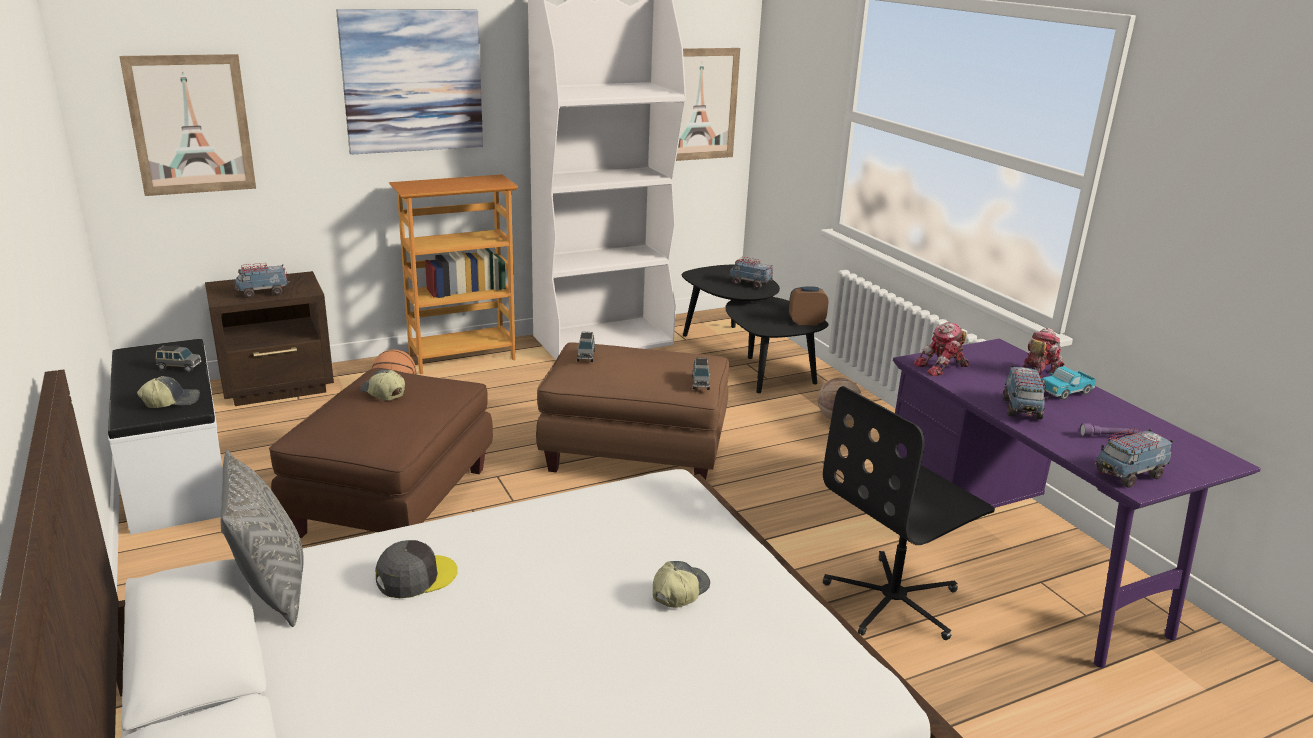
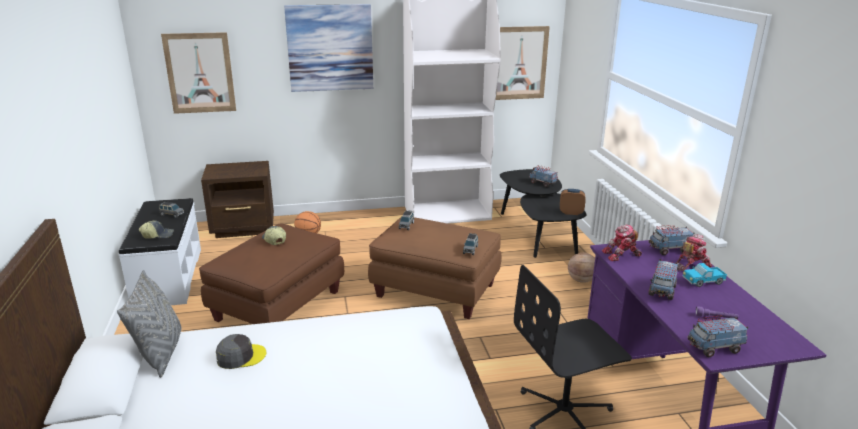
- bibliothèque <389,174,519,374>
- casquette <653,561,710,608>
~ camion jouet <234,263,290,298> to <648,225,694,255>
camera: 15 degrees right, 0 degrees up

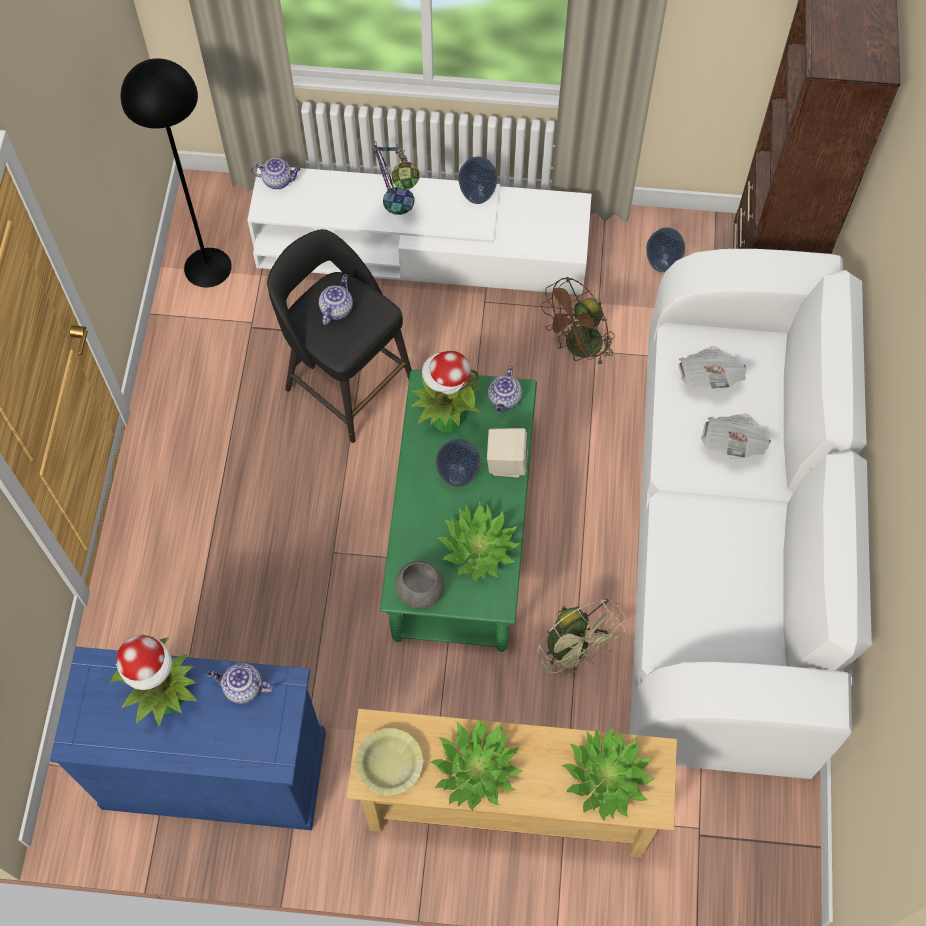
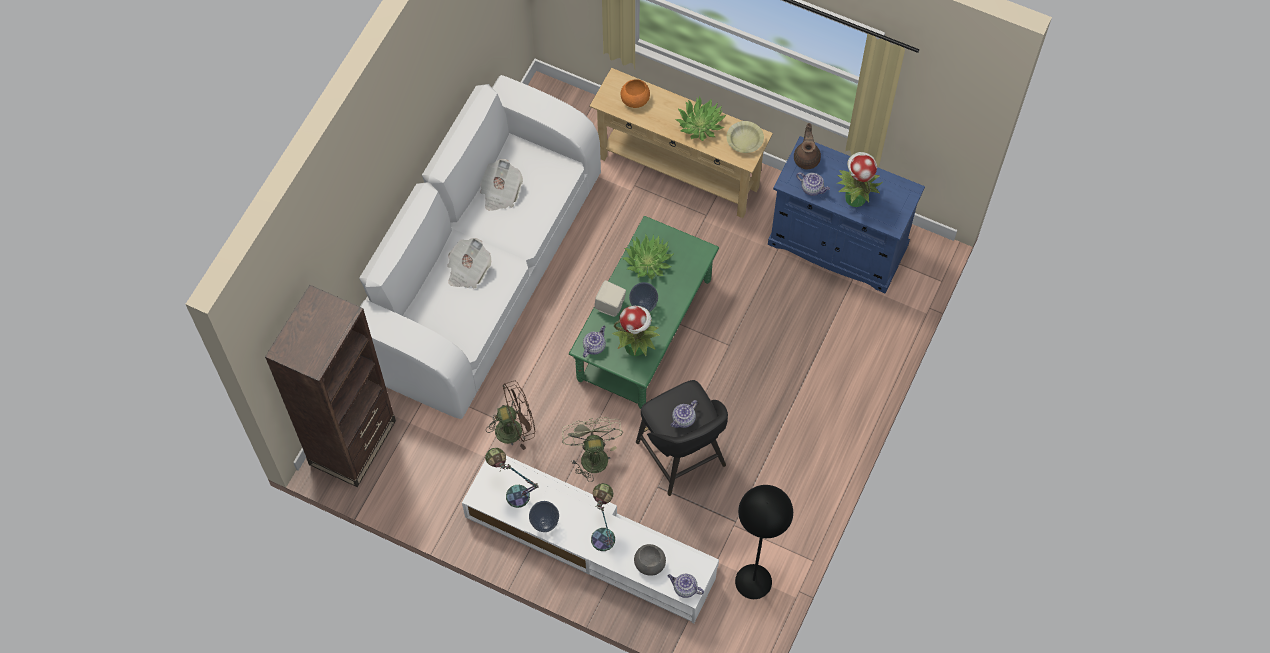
- vase <646,227,685,272>
+ lampe de table <485,448,540,508>
+ théière (marron) <794,123,821,169>
~ bol (gris) <395,561,444,609> to <634,544,666,576>
~ ventilateur (vert) <537,599,626,676> to <562,417,623,482>
~ journal <679,346,746,391> to <480,159,523,211>
~ plante en pot <561,725,655,821> to bol (orange) <621,79,650,108>
camera: 160 degrees left, 0 degrees up

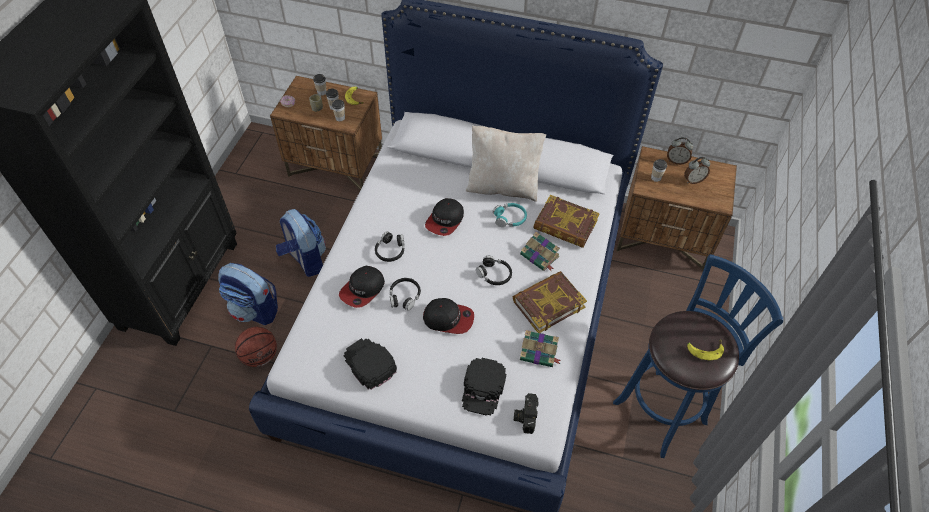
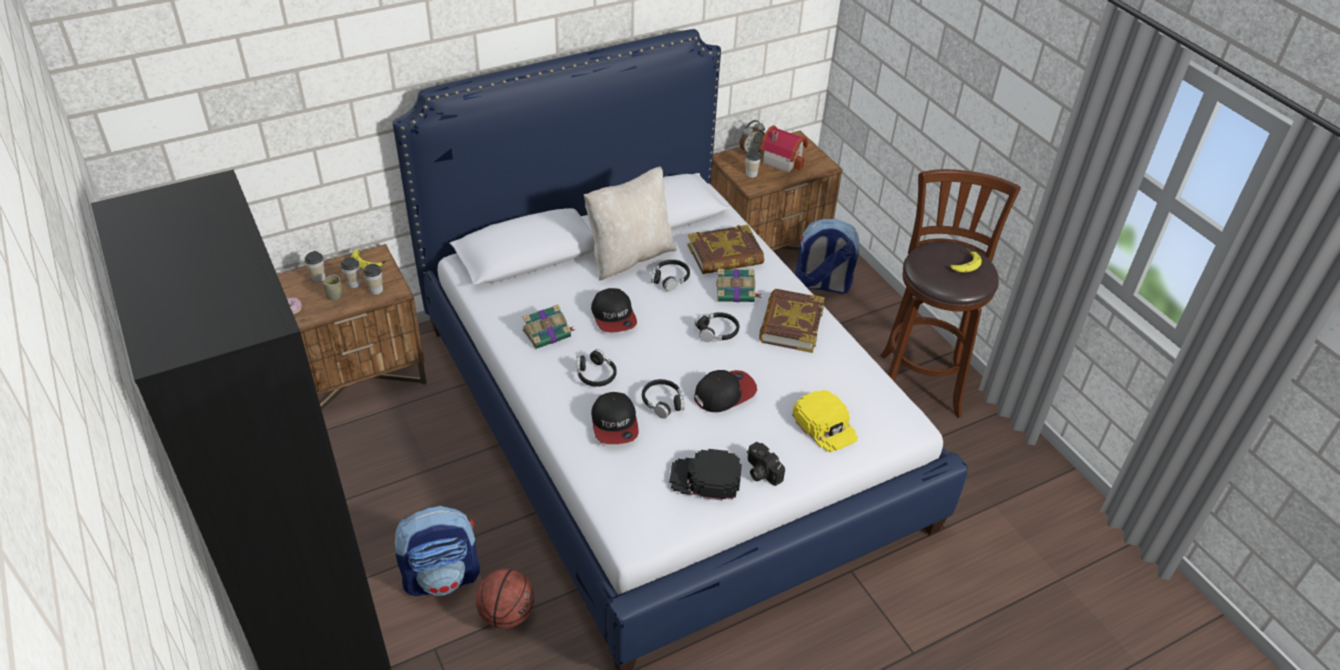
~ sac à dos <276,209,326,277> to <796,219,859,294>
~ appareil photo <514,393,539,434> to <747,442,785,486>
~ livre <520,330,561,367> to <522,304,575,349>
~ réveil <684,157,710,184> to maison miniature <760,125,808,173>
~ casquette (noir) <462,358,506,416> to casquette (jaune) <792,390,858,453>
~ casque audio (turquoise) <493,203,527,227> to casque audio (noir) <651,260,690,291>
~ tabouret (bleu) <613,254,783,458> to tabouret (marron) <880,169,1021,418>
camera: 45 degrees left, 10 degrees down

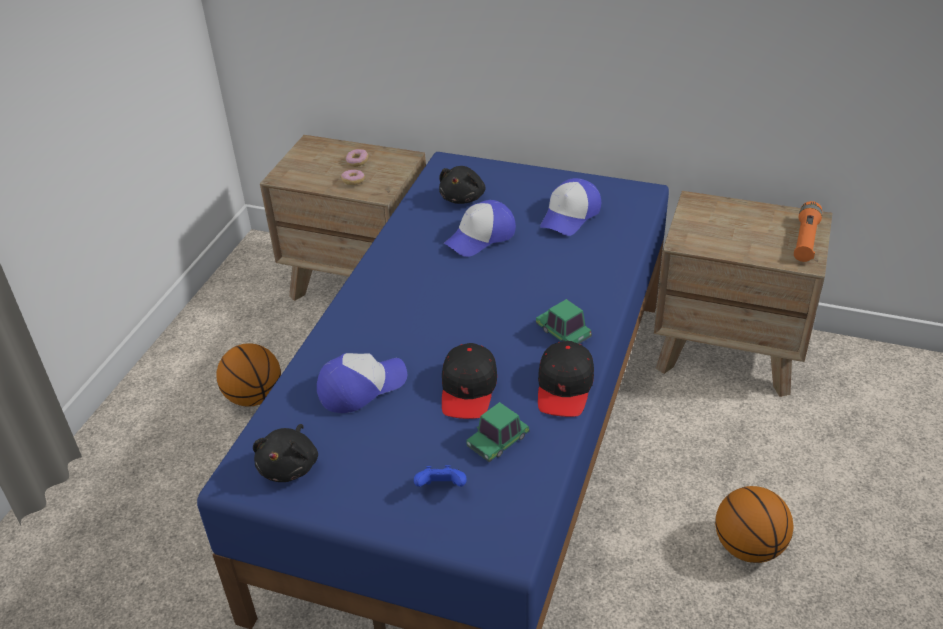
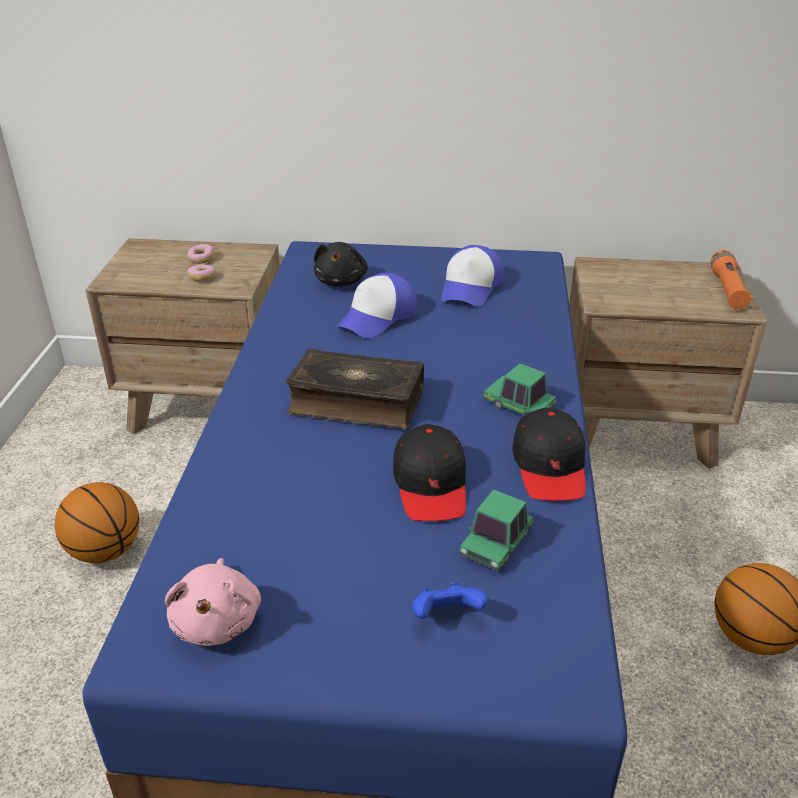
- casquette <317,353,407,413>
+ livre <286,348,424,429>
~ peluche (noir) <253,424,318,482> to peluche (rose) <165,558,261,646>
camera: 15 degrees left, 5 degrees down

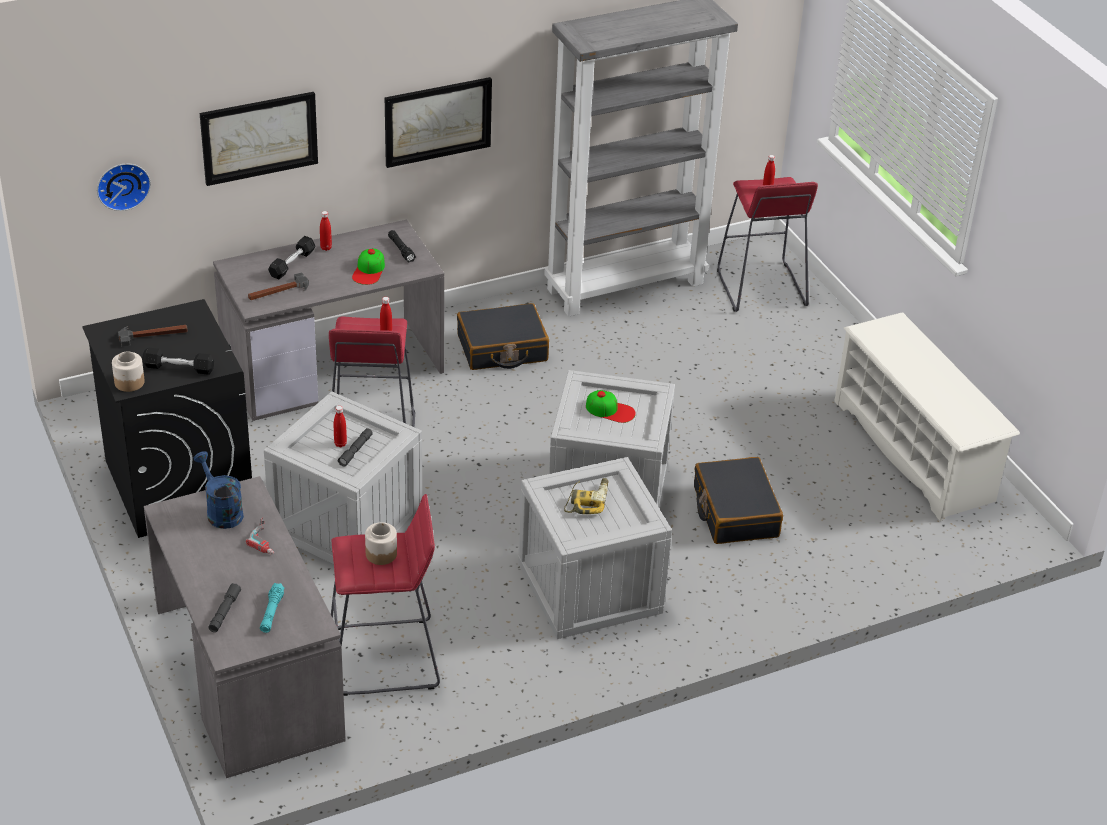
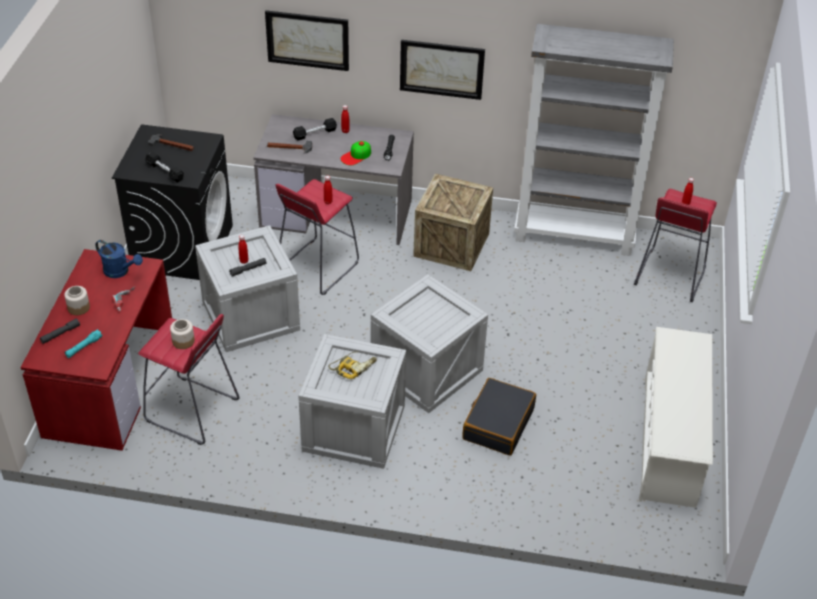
- horloge murale <97,163,151,211>
- casquette <586,390,636,423>
~ bocal <112,351,145,392> to <64,286,90,315>
~ valise (noir) <457,303,549,370> to caisse <413,174,493,271>
~ bureau (gris) <144,476,346,778> to bureau (rouge) <20,249,172,451>
~ arrosoir (bleu) <193,451,244,529> = <95,240,143,278> 120 degrees clockwise
camera: 35 degrees right, 5 degrees up

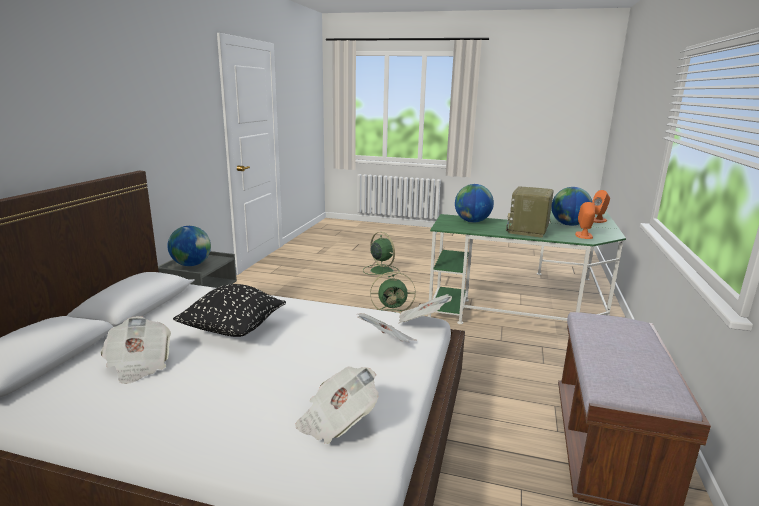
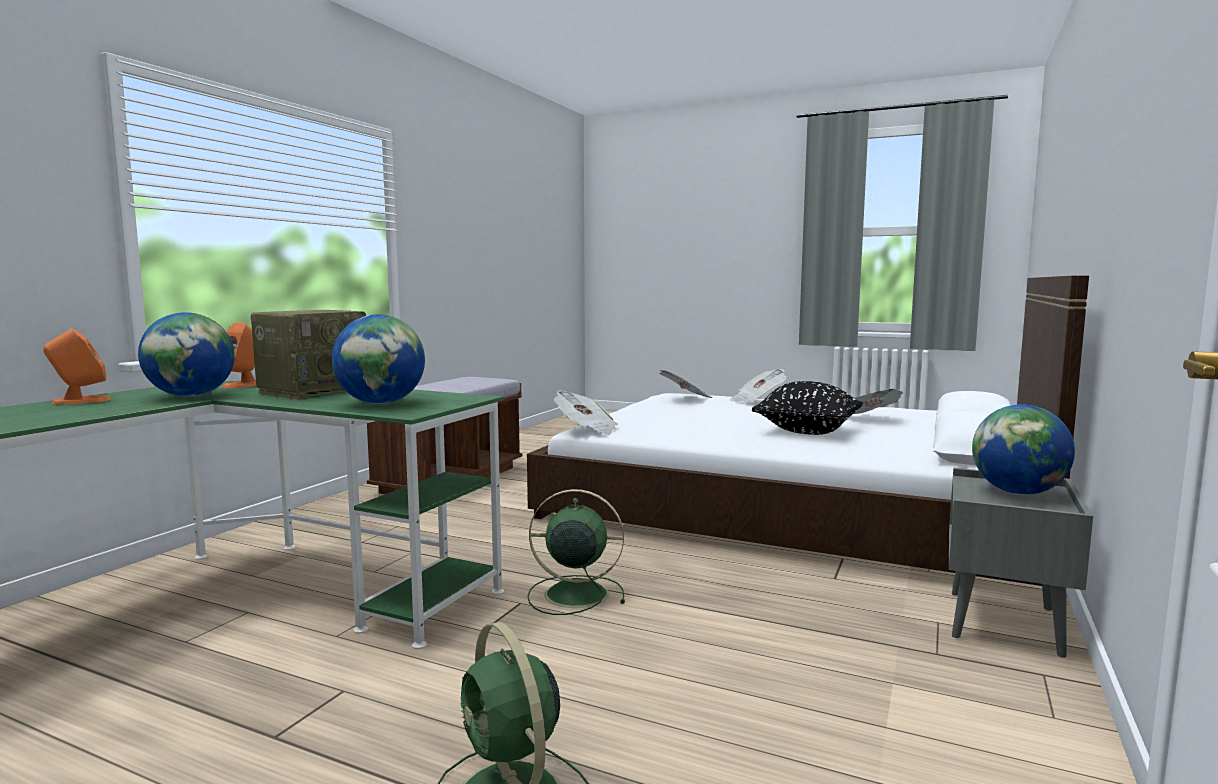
~ journal <357,313,417,342> to <730,369,787,402>
camera: 170 degrees left, 10 degrees down

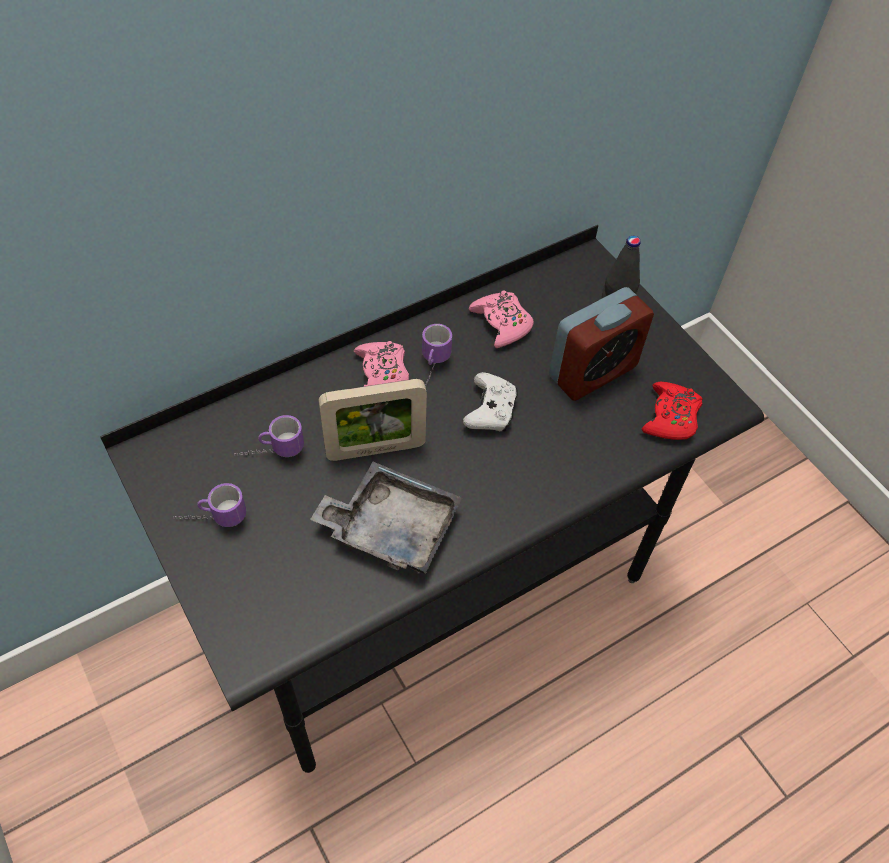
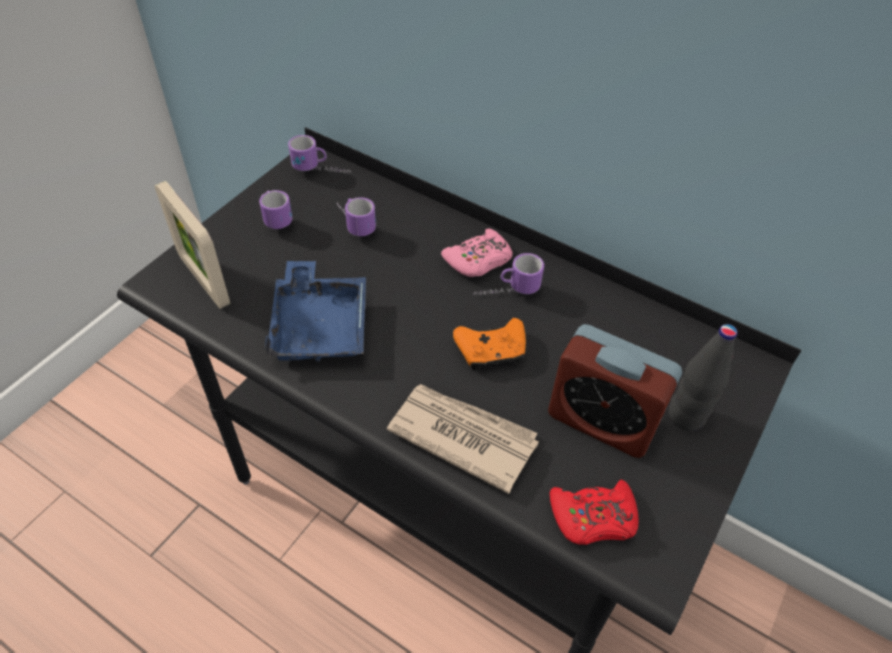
- manette (rose) <469,291,534,348>
+ mug <288,135,351,174>
+ journal <387,384,539,494>
~ cadre photo <319,379,427,461> to <155,181,230,309>
~ plateau (gris) <310,462,462,574> to plateau (bleu) <264,261,366,362>
~ manette (blanc) <463,372,518,431> to manette (orange) <453,318,526,371>
camera: 65 degrees right, 5 degrees down

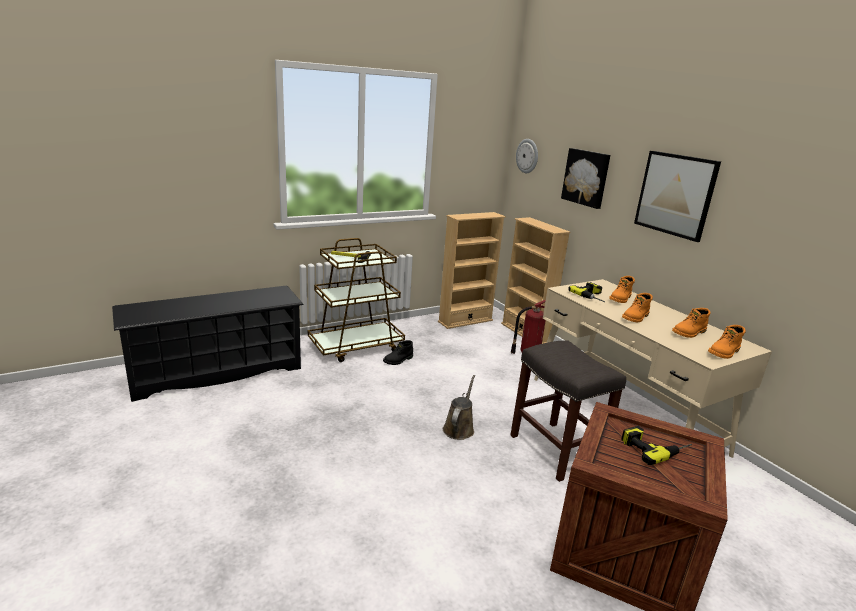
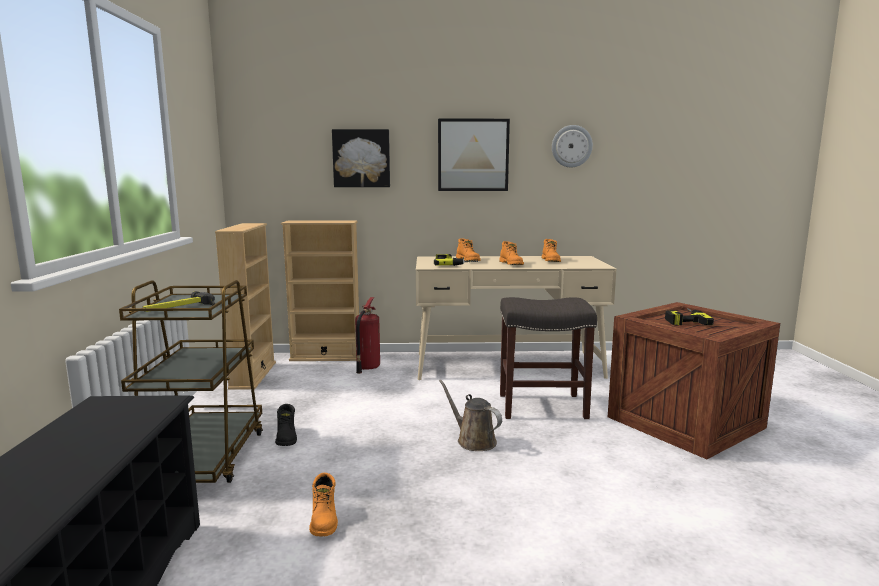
~ horloge murale <516,139,538,173> to <552,125,593,167>
~ botte (orange) <708,325,746,359> to <309,473,338,537>
camera: 60 degrees left, 10 degrees down

